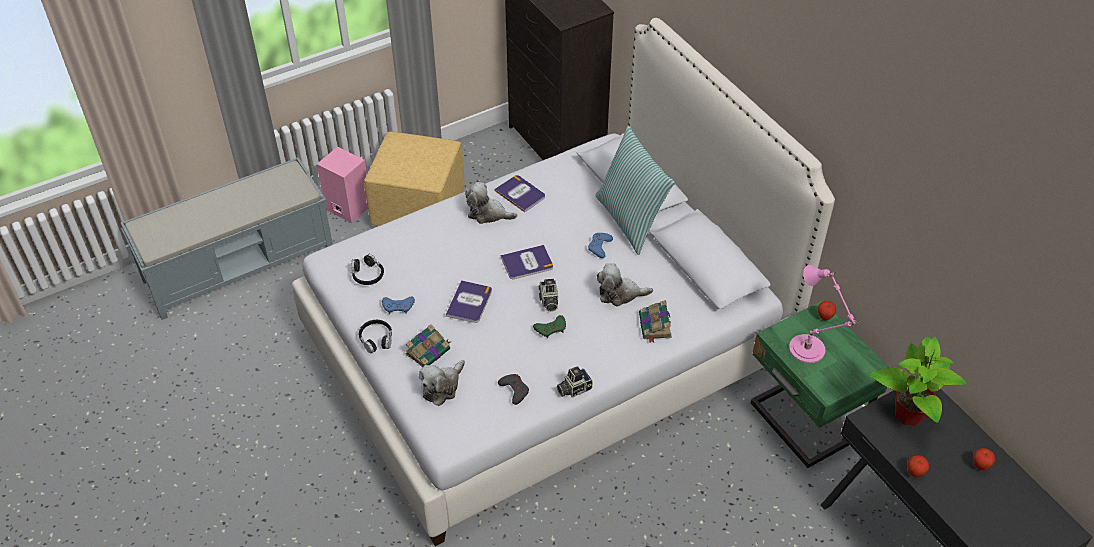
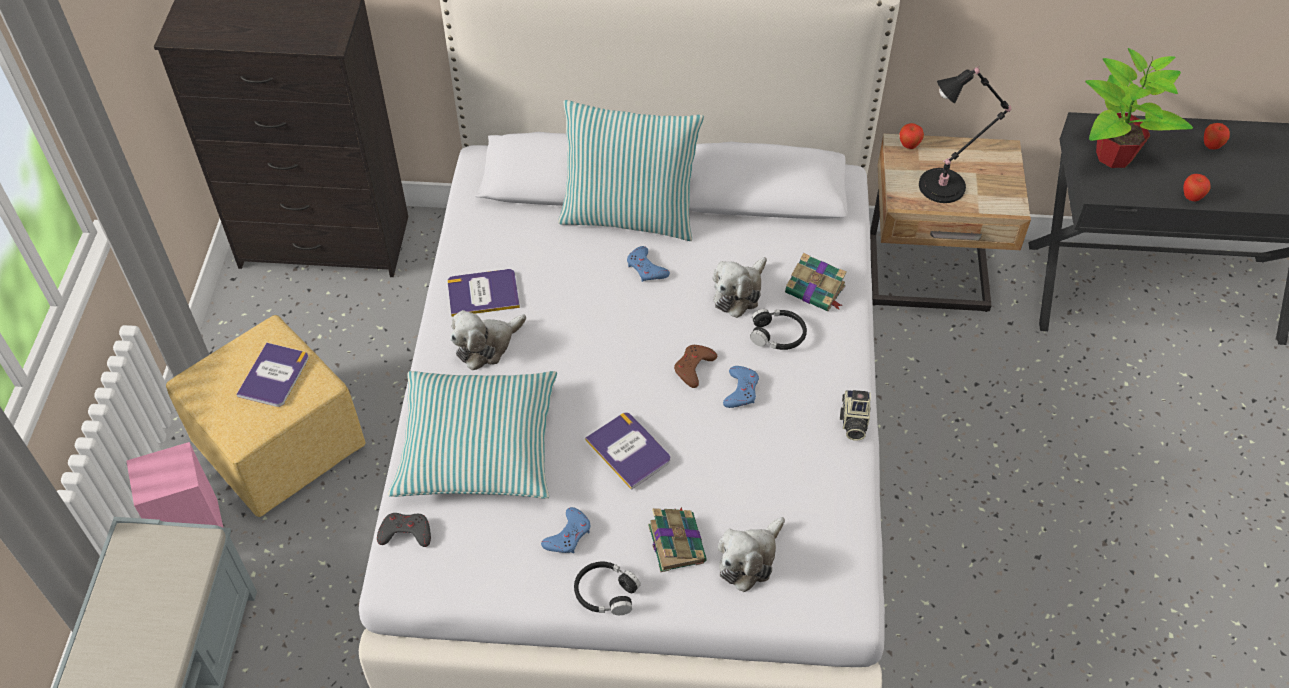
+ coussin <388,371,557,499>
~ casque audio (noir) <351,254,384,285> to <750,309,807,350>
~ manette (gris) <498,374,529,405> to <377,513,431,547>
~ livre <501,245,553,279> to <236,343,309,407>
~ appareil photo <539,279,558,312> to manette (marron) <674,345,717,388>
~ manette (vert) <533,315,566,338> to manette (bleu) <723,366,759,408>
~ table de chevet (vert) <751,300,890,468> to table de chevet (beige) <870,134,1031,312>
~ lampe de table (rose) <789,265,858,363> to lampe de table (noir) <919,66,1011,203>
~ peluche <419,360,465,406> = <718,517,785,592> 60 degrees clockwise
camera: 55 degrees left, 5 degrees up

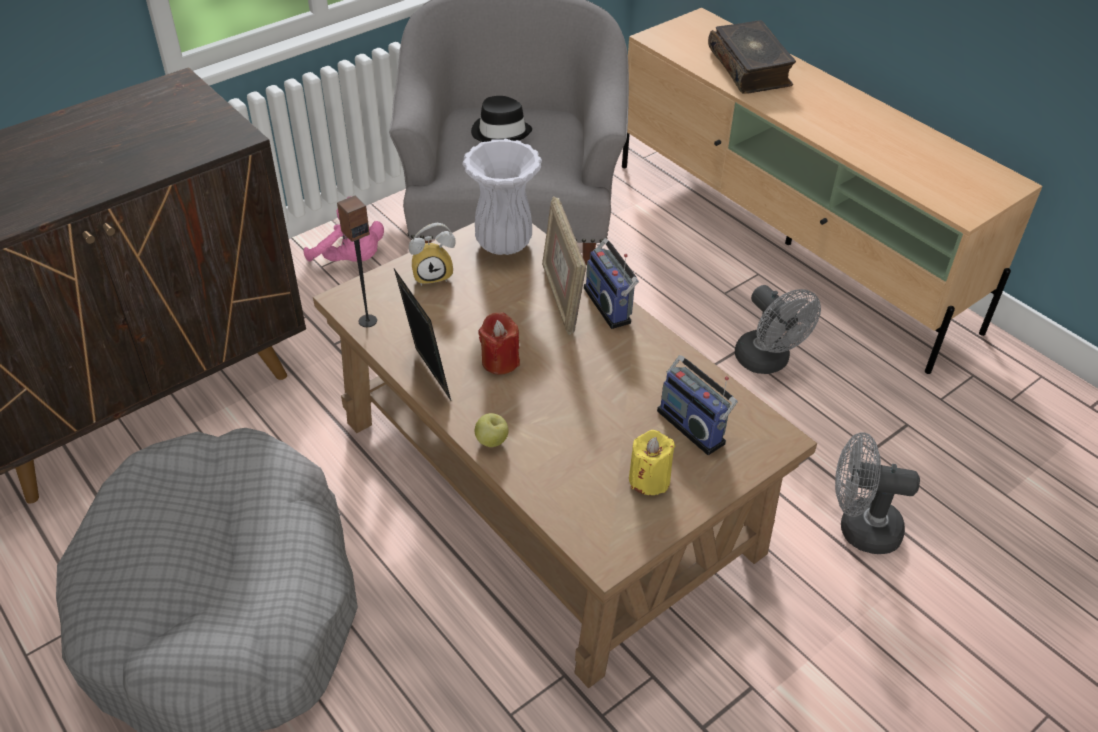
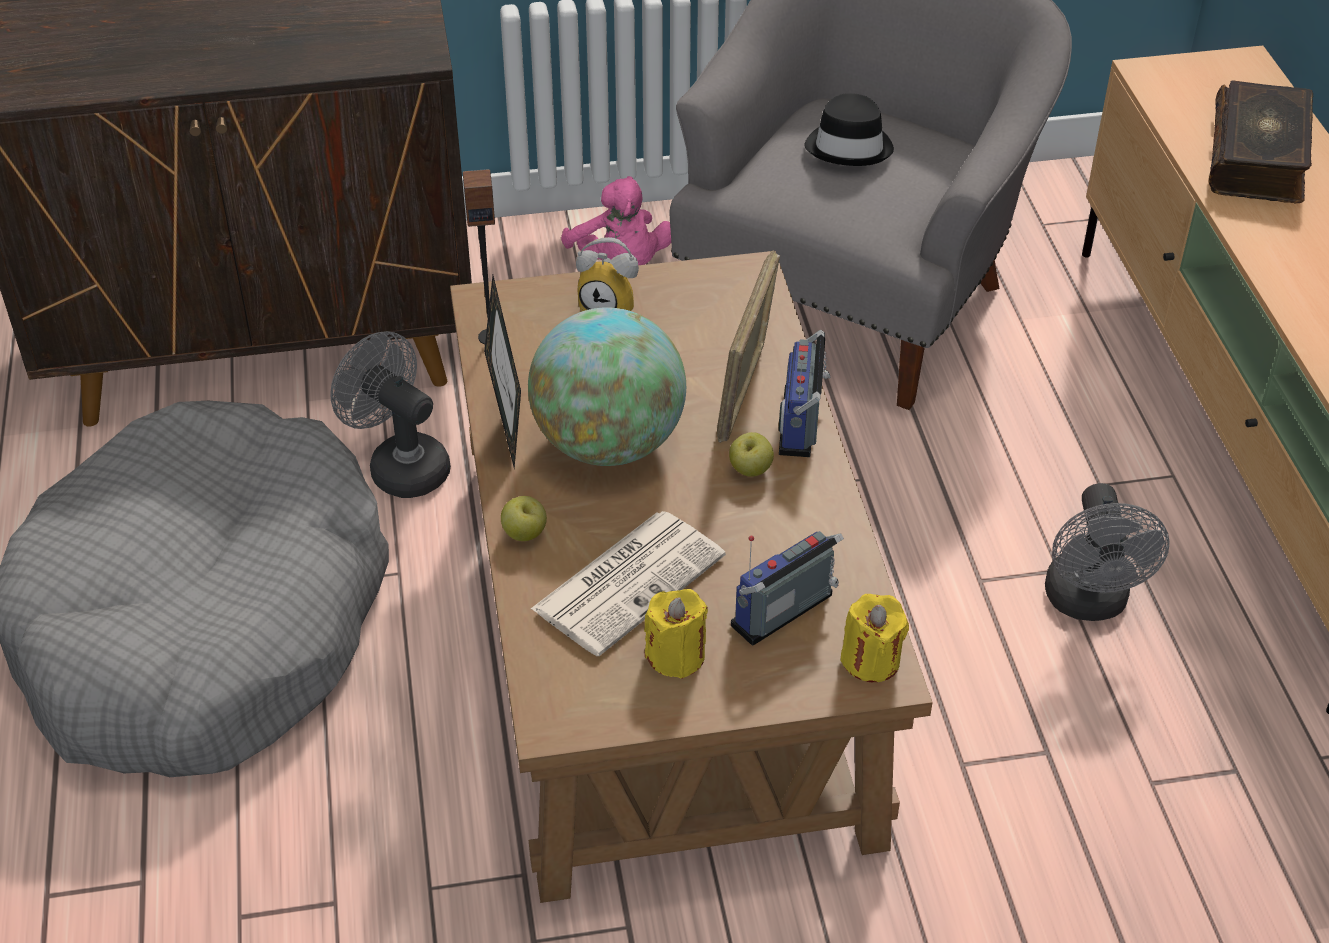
- vase (blanc) <463,138,542,255>
+ journal <531,511,726,656>
+ pomme <729,432,774,477>
+ bougie (jaune) <840,594,909,682>
~ ventilateur (gris) <835,432,920,554> to <330,331,451,498>
~ bougie (rouge) <478,313,520,375> to globe <528,307,686,466>
~ radio <657,355,738,455> = <731,531,844,646> 60 degrees clockwise
camera: 30 degrees right, 0 degrees up

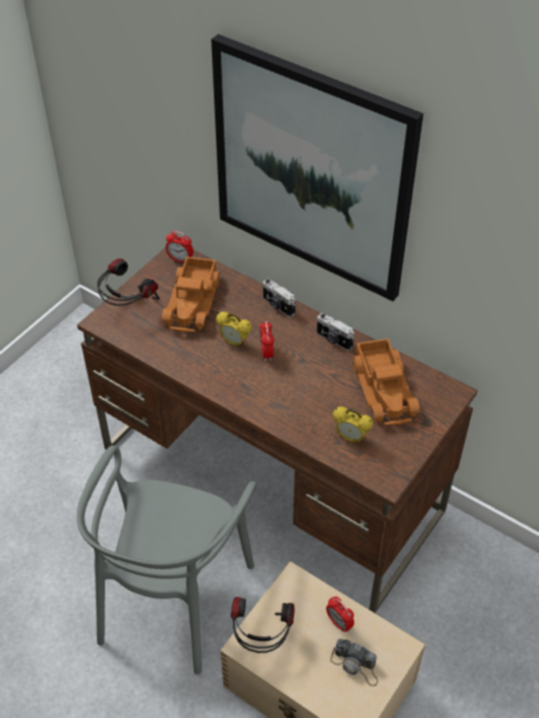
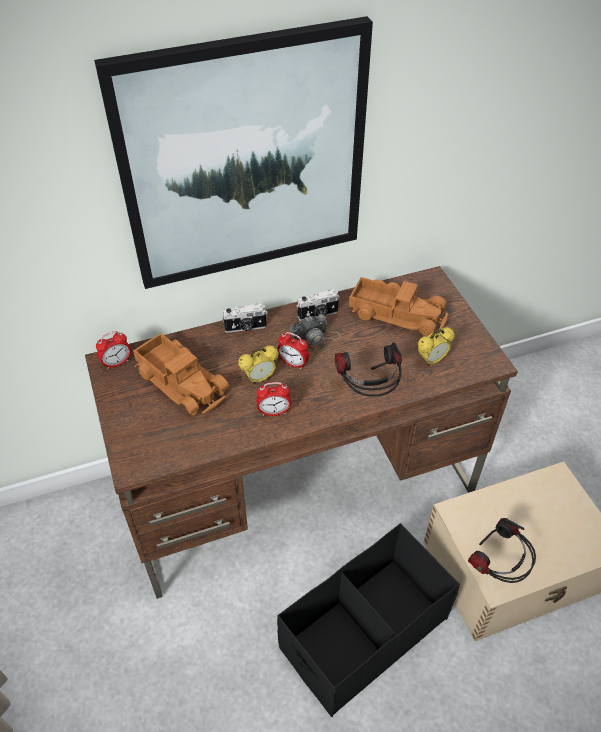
~ casque audio <97,259,160,306> to <335,343,402,397>
~ réveil <326,596,354,633> to <256,382,291,416>
~ appareil photo <330,639,378,686> to <289,314,341,346>
~ chaise (gris) <77,445,257,675> to boîte de rangement (noir) <277,523,460,717>
camera: 55 degrees left, 0 degrees up

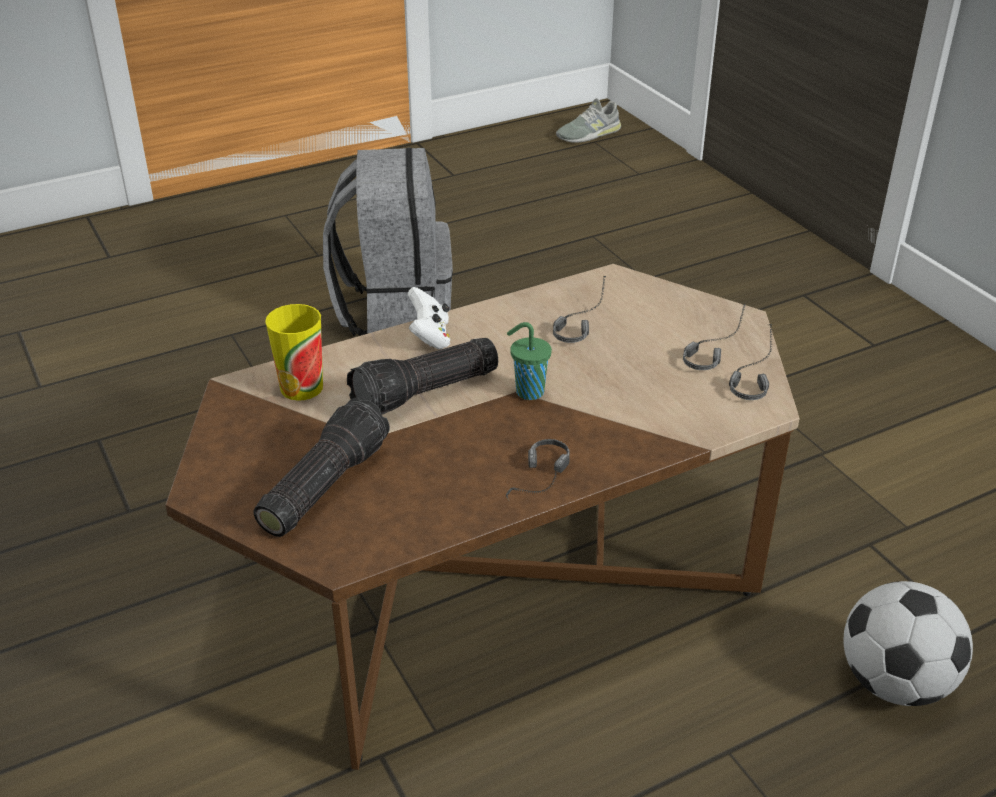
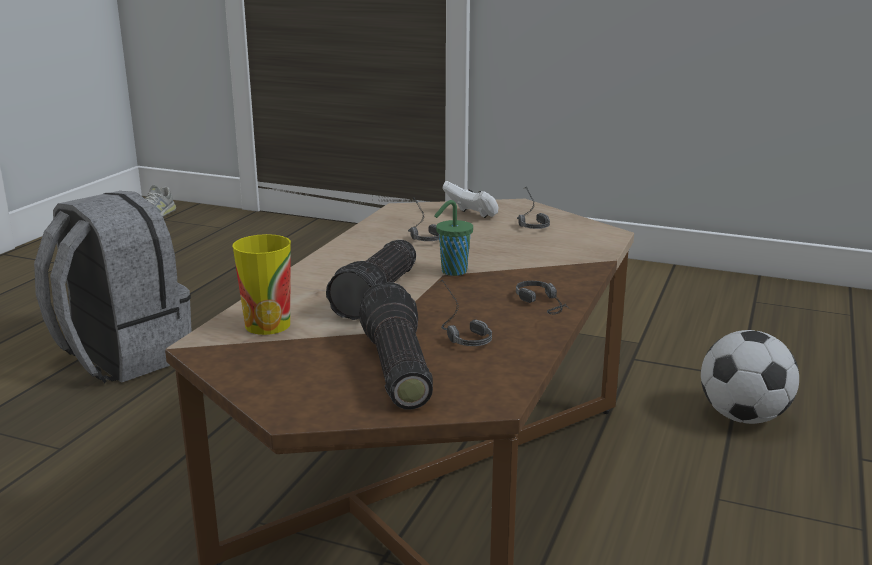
~ manette (blanc) <408,287,450,349> to <442,181,499,218>
~ casque audio <729,324,772,400> to <438,279,492,346>
camera: 40 degrees left, 15 degrees down

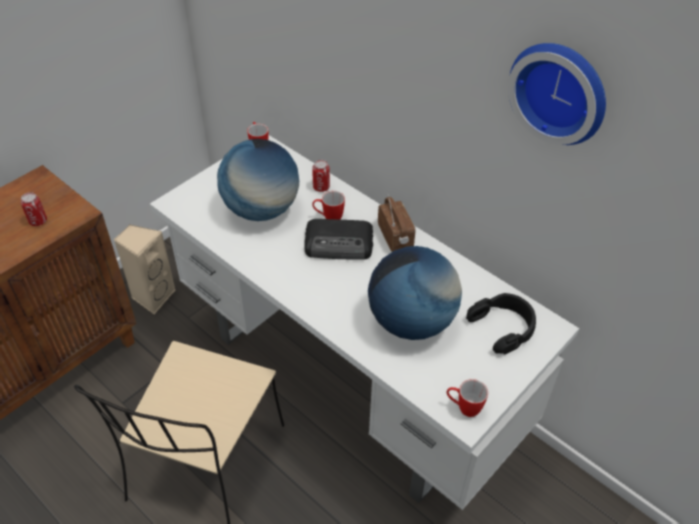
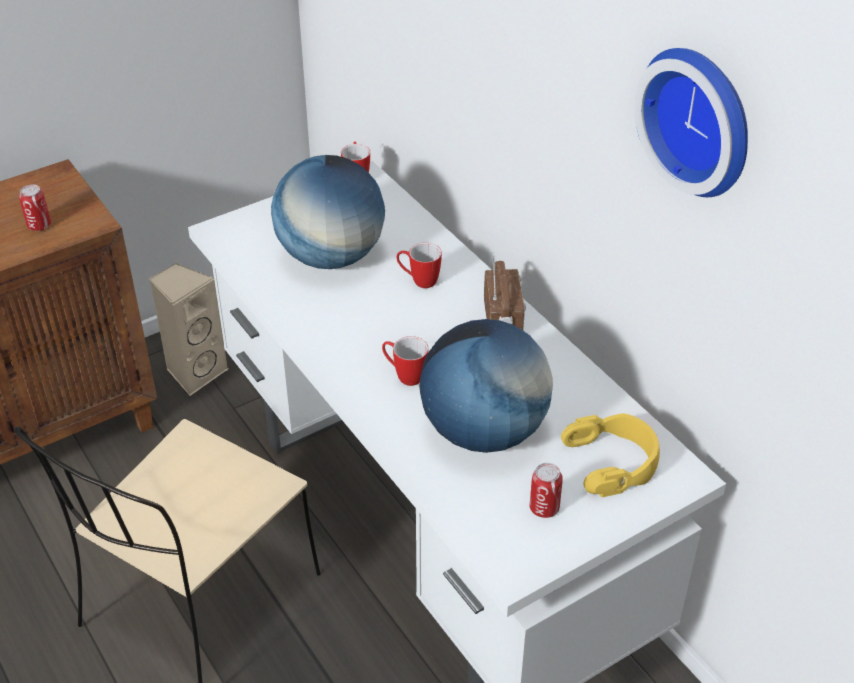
- radio <304,219,373,260>
~ boîte métallique <312,160,330,192> to <530,463,563,518>
~ mug <447,379,488,417> to <382,336,428,386>
~ casque audio (noir) <466,293,536,354> to casque audio (jaune) <561,413,660,497>
camera: 15 degrees right, 5 degrees down

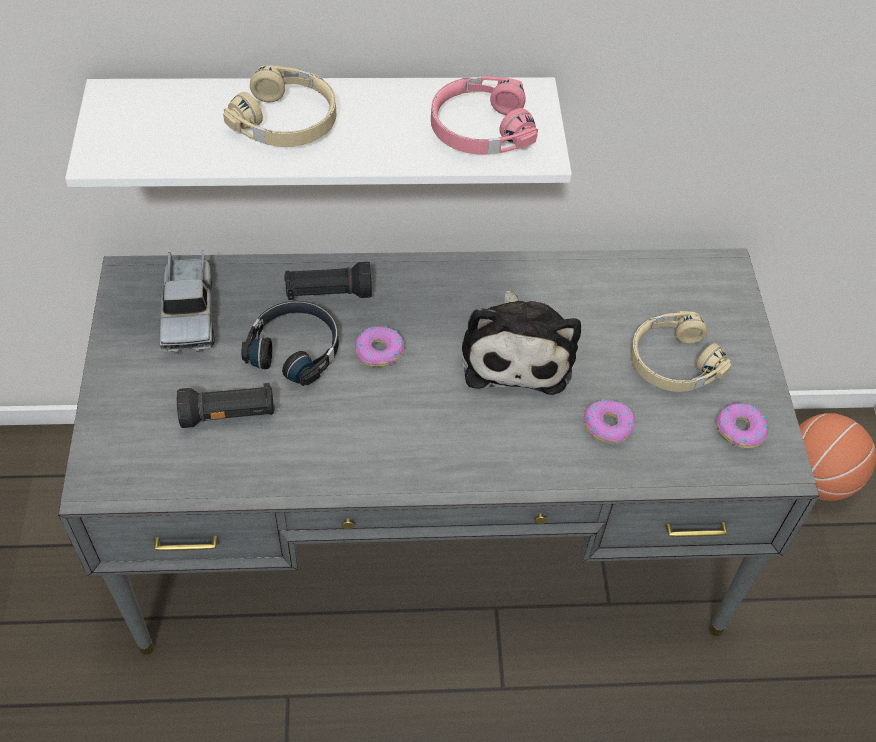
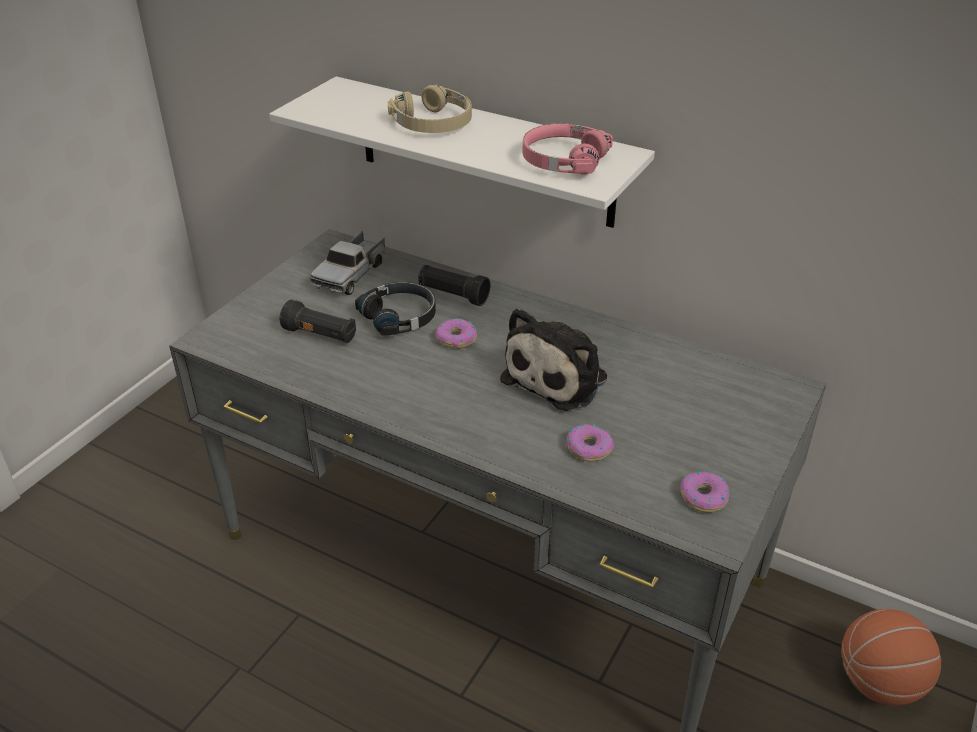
- casque audio (beige) <631,311,731,392>
camera: 35 degrees right, 15 degrees down

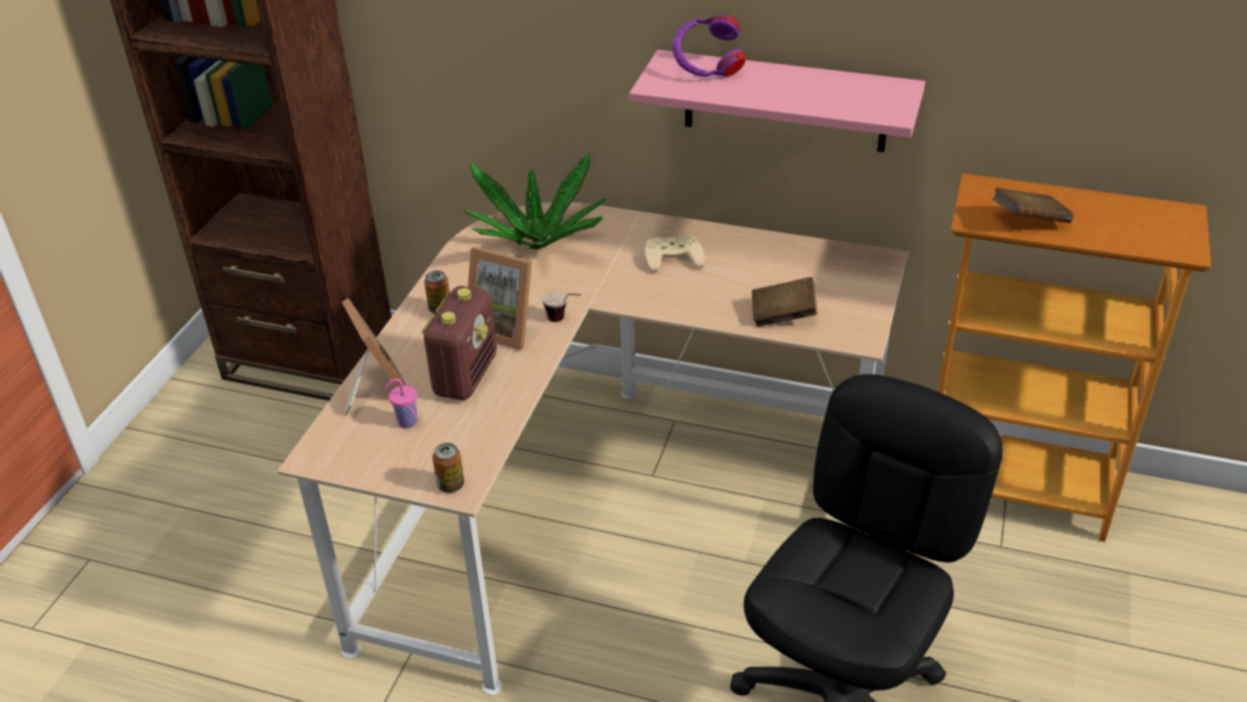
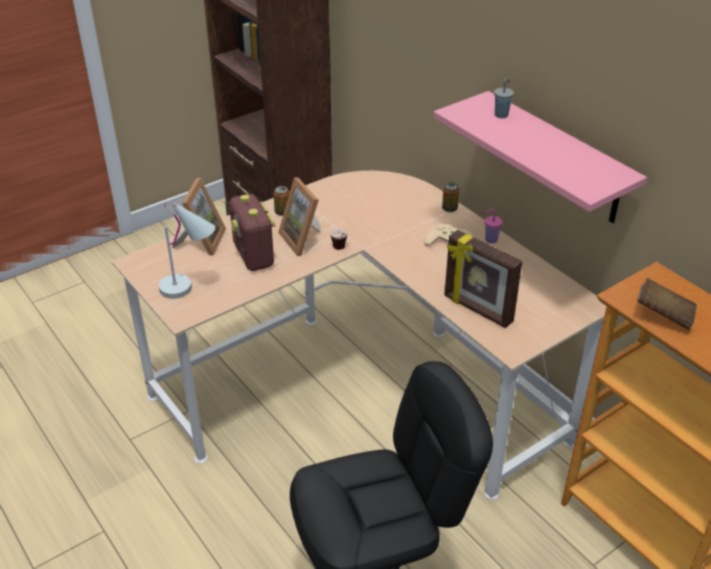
- plante en pot <464,153,606,249>
+ lampe de table (blanc) <159,201,215,299>
~ tasse (rose) <384,379,417,428> to <485,209,503,244>
~ boîte métallique <432,443,464,493> to <442,182,459,212>
~ casque audio (violet) <673,15,746,77> to tasse (gris) <494,77,514,118>
~ livre (marron) <752,277,817,327> to cadre photo <444,230,522,328>
~ radio <422,286,497,400> = <229,194,276,271> 105 degrees clockwise
camera: 35 degrees right, 0 degrees up

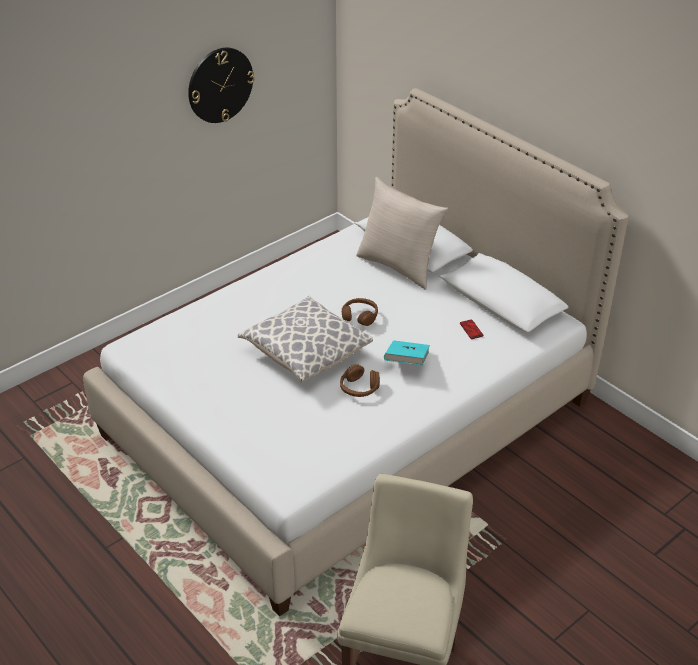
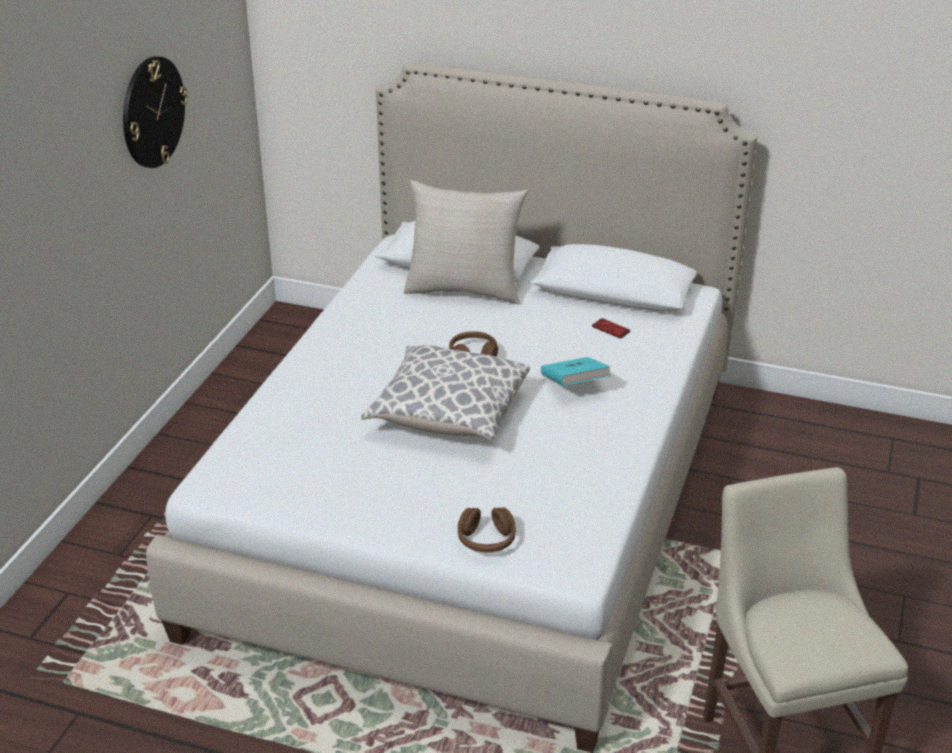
~ casque audio (marron) <340,364,380,397> to <458,507,516,553>
camera: 30 degrees left, 5 degrees down

